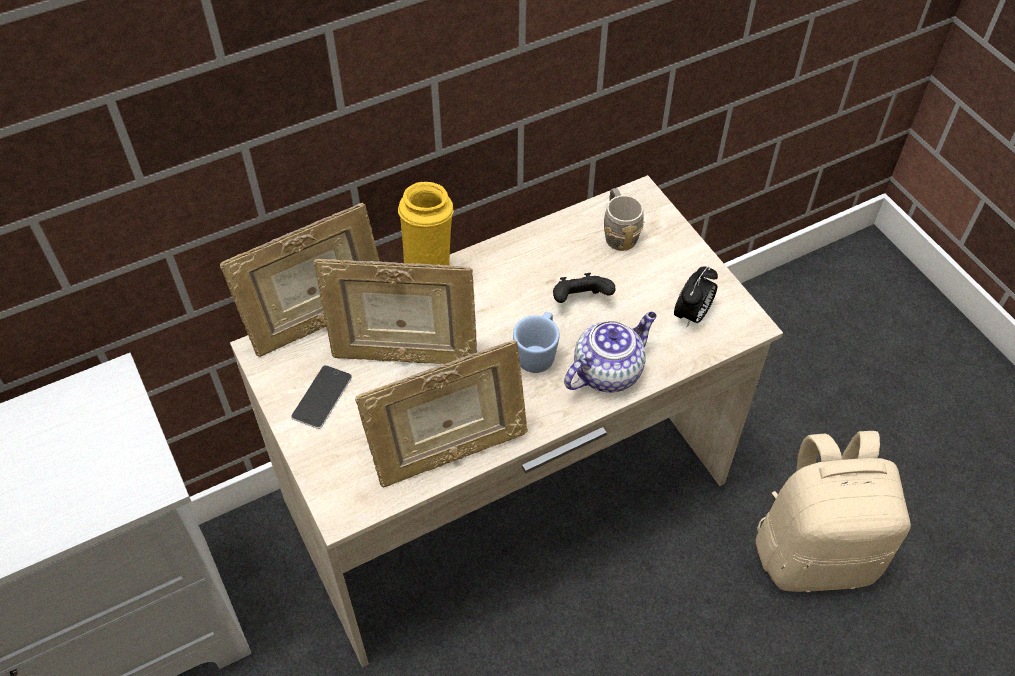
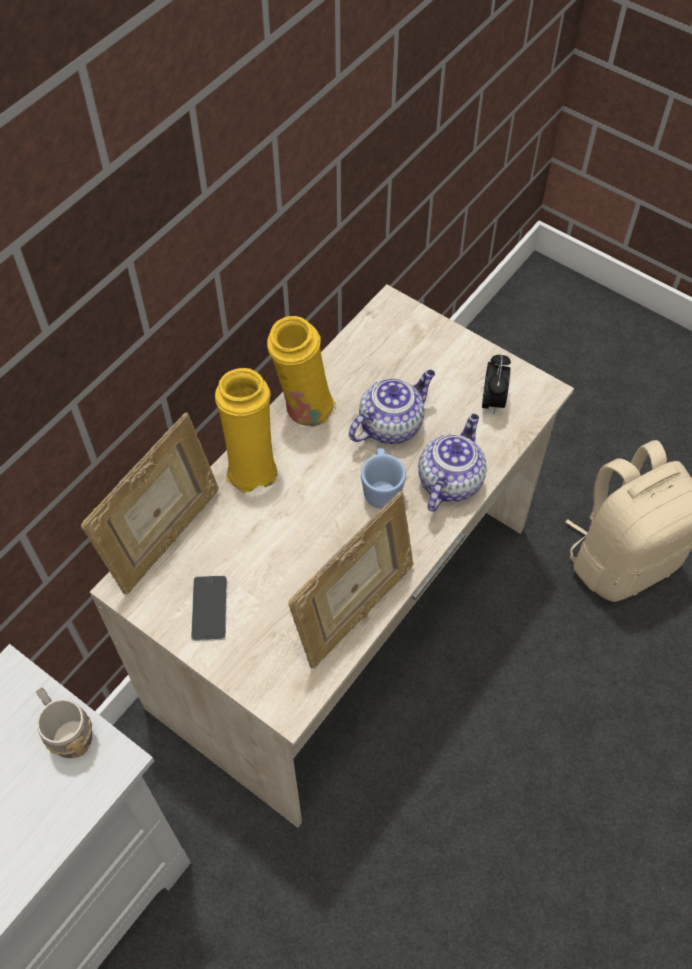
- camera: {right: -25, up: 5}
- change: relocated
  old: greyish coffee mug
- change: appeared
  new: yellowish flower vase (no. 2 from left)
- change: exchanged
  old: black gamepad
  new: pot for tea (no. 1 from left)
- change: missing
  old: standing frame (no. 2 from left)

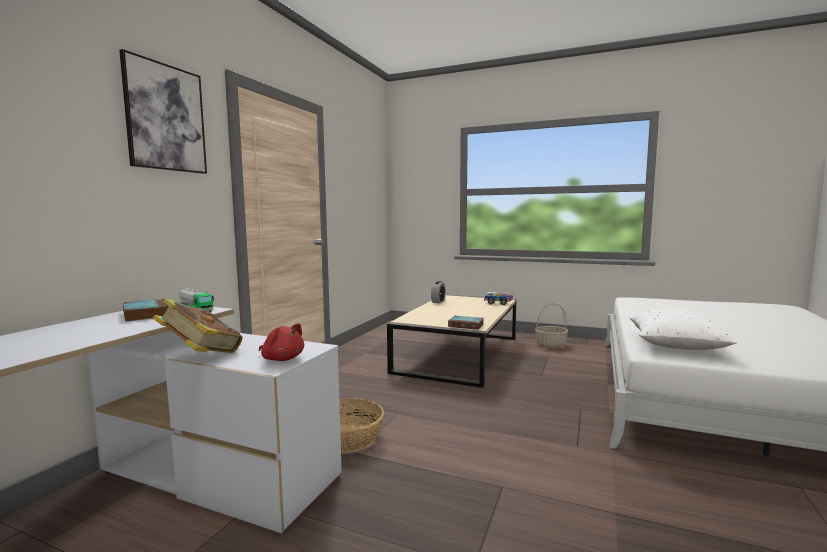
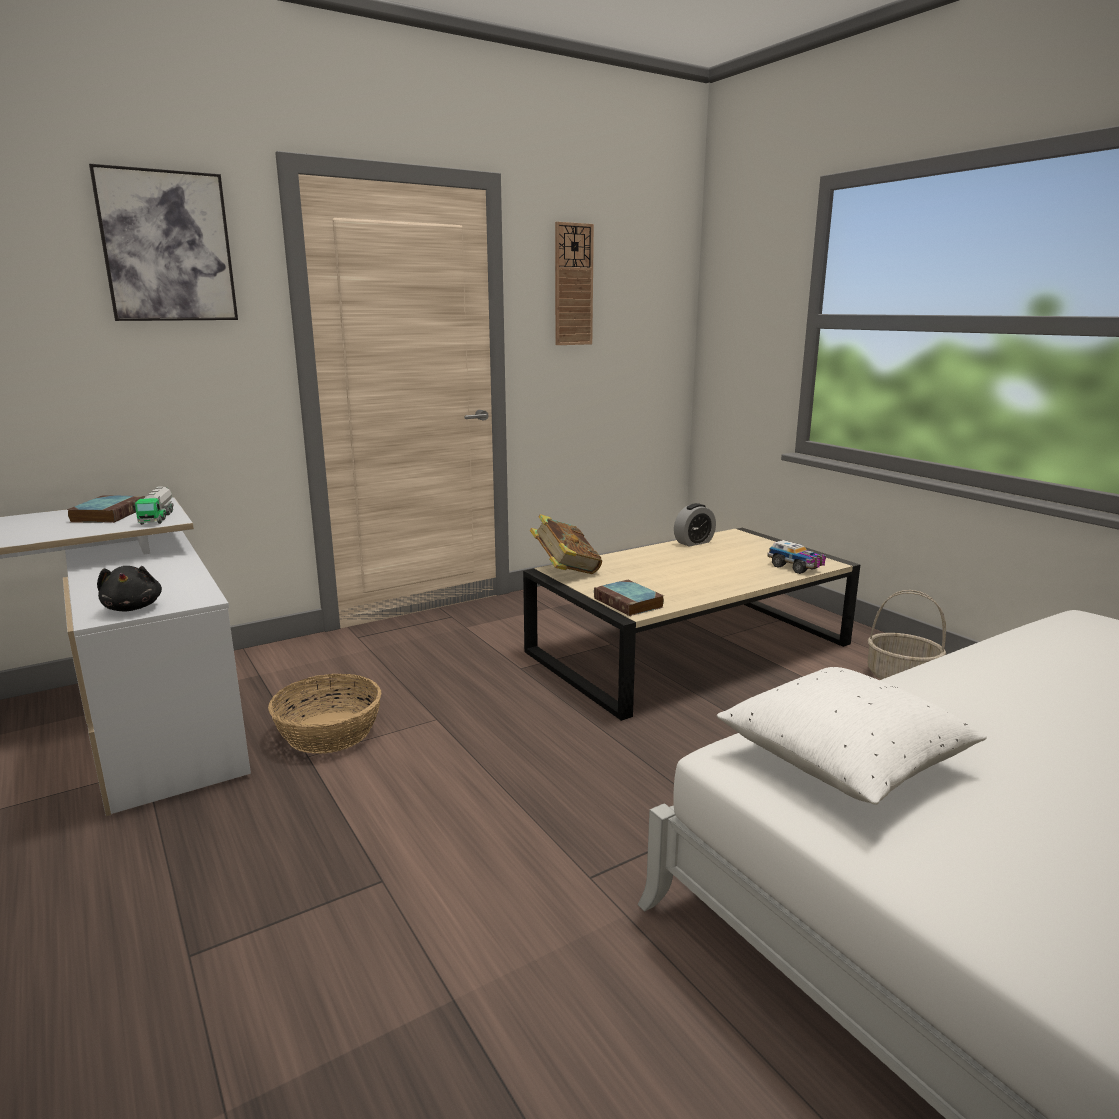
- camera: {right: 35, up: 10}
- change: colour
  old: reddish plush toy
  new: black plush toy
- change: relocated
  old: book (no. 2 from left)
- change: appeared
  new: hanging clock

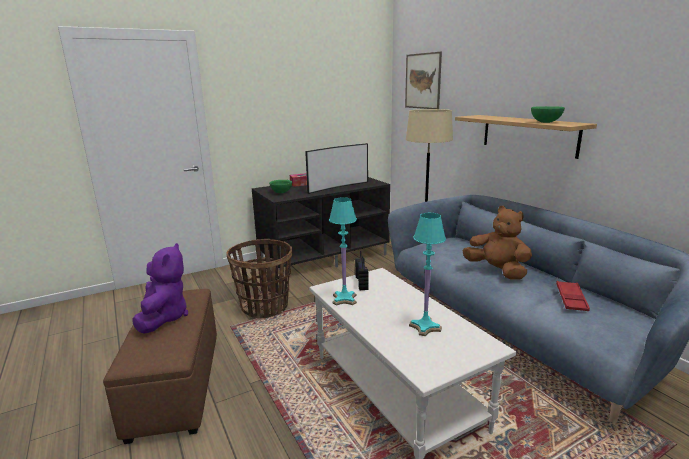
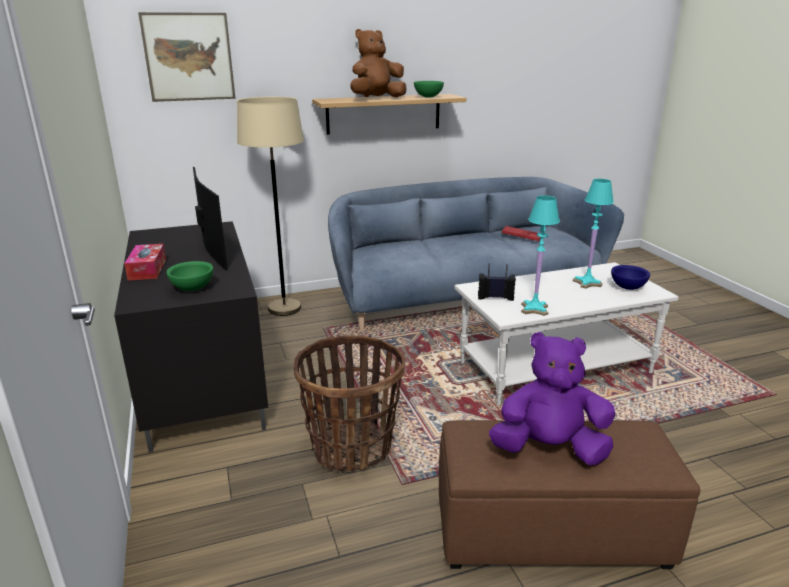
- camera: {right: -80, up: 5}
- change: relocated
  old: brown-coloured plush toy
- change: appeared
  new: bluish deep dish

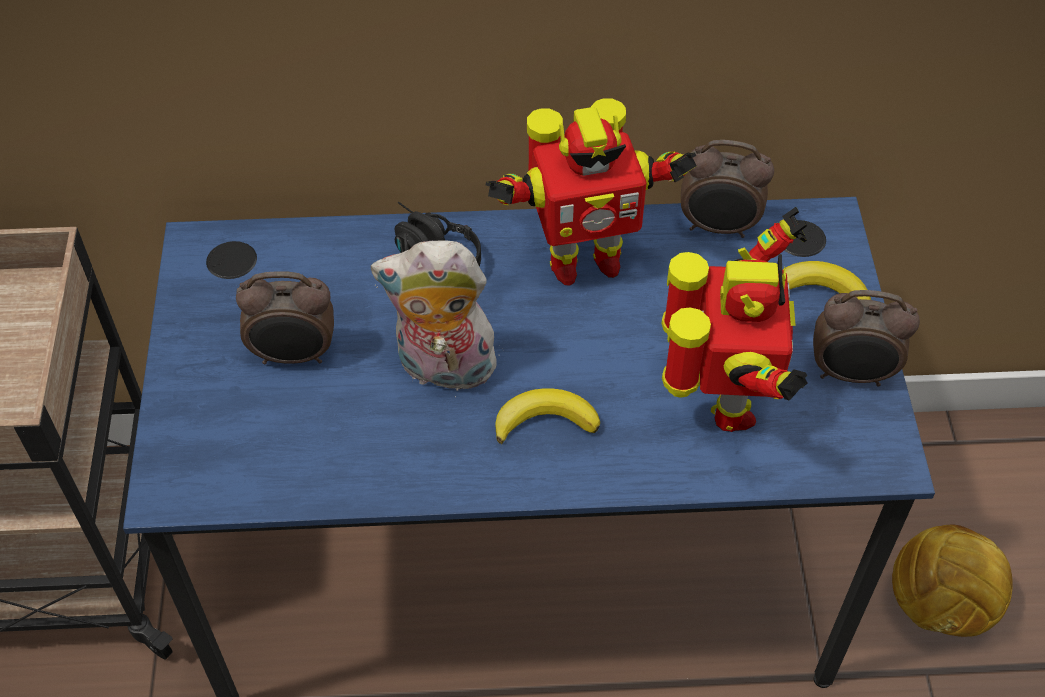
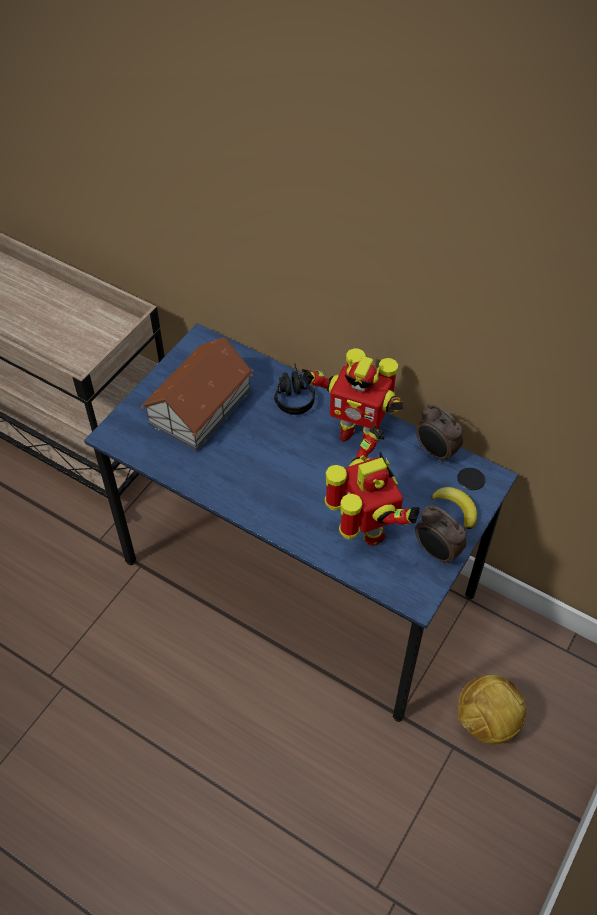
- camera: {right: 35, up: 0}
- change: exchanged
  old: table clock (no. 1 from left)
  new: model house
- change: spun
  old: toy robot (no. 2 from left)
  degrees: -60
- change: missing
  old: plush toy
- change: missing
  old: banana fruit (no. 1 from left)

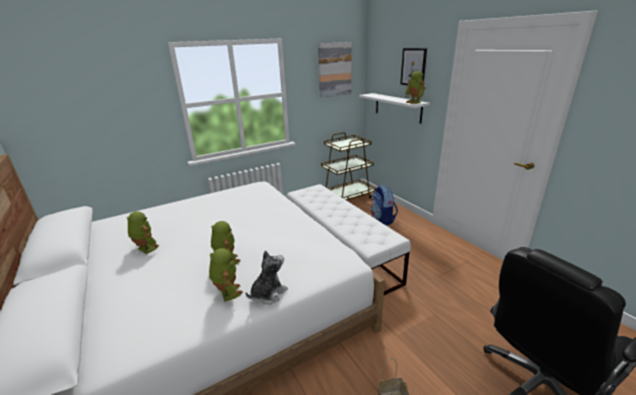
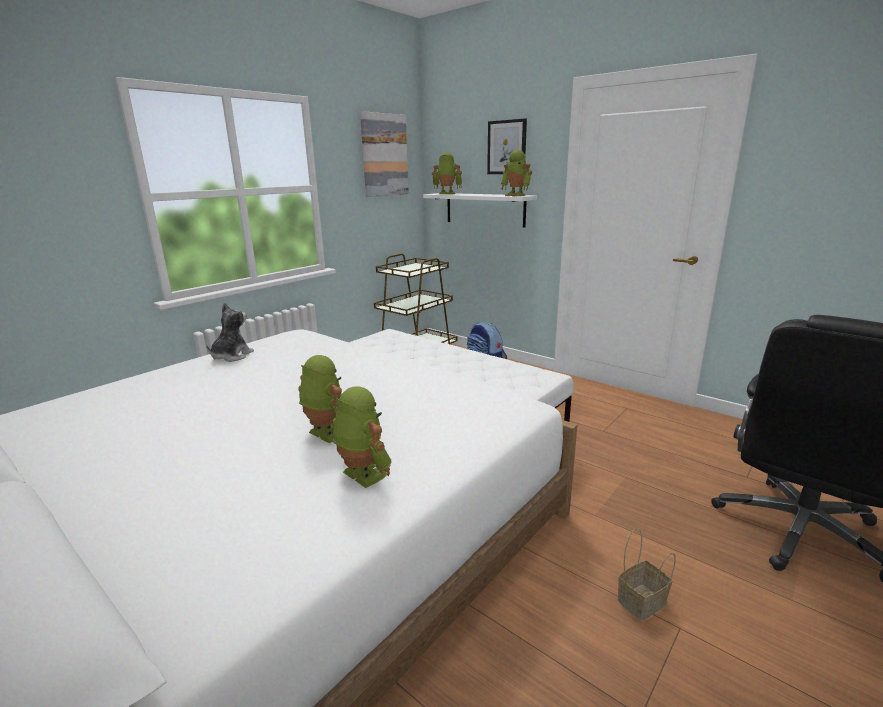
- camera: {right: -20, up: -5}
- change: relocated
  old: plush toy
- change: relocated
  old: toy robot (no. 1 from left in the first image)
  new: toy robot (no. 3 from left)

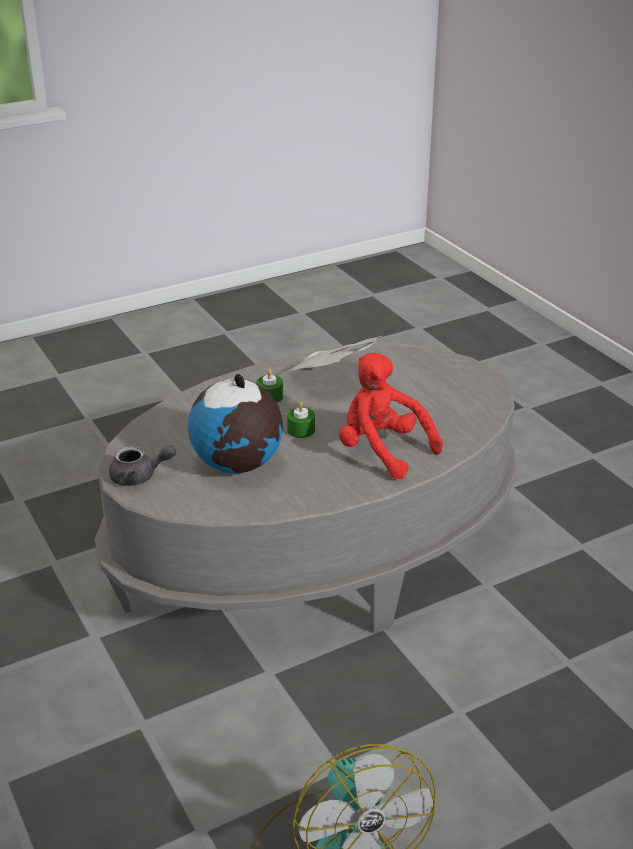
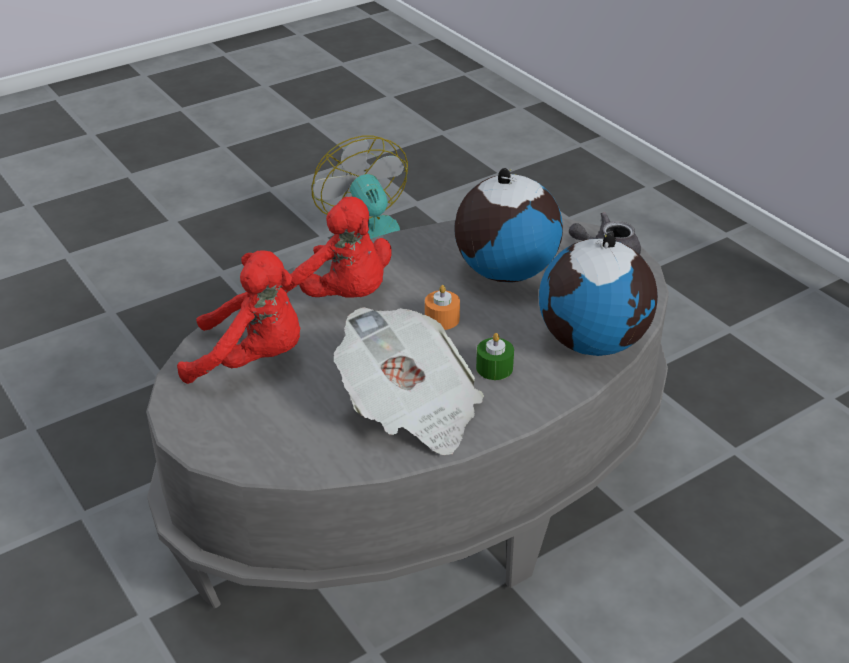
- camera: {right: 175, up: 5}
- change: appeared
  new: reddish plush toy (no. 1 from left)
- change: colour
  old: greenish wax light (no. 2 from left)
  new: orange-coloured wax light
- change: appeared
  new: globe (no. 2 from left)

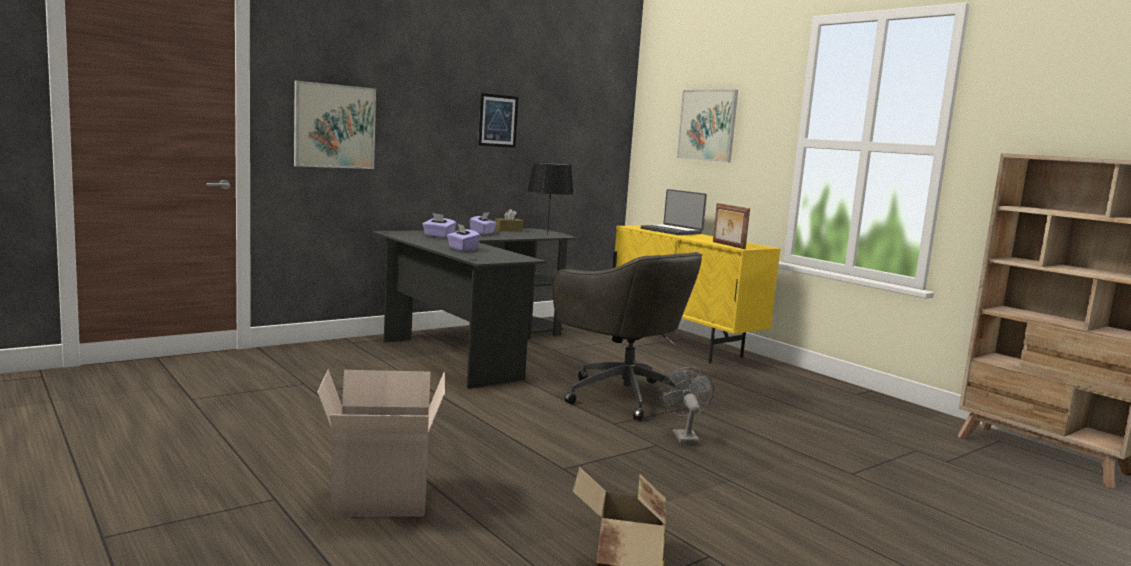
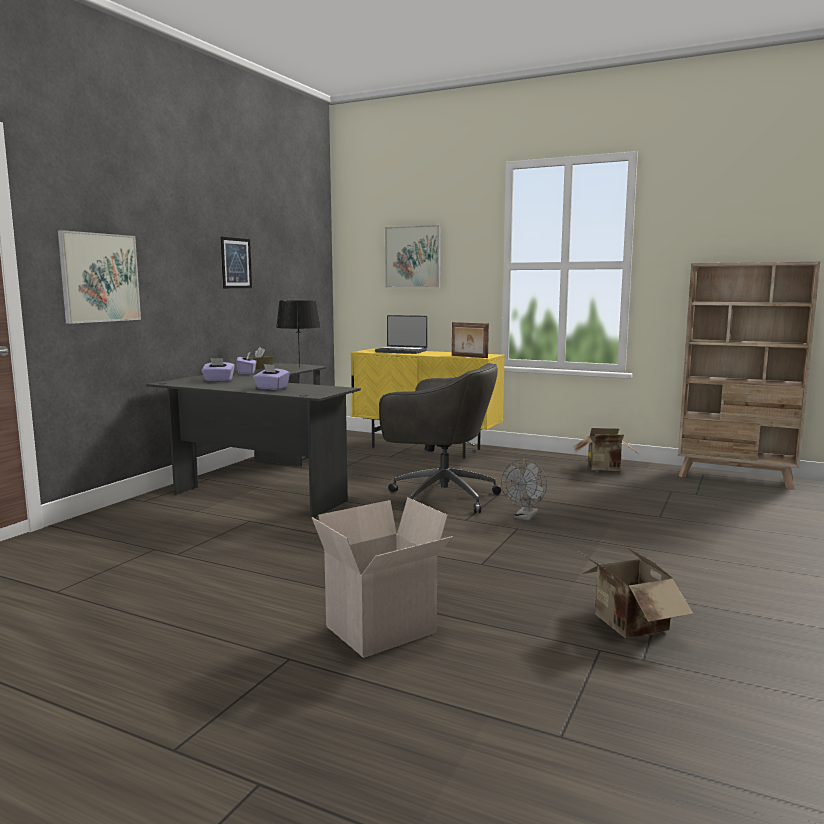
- camera: {right: -25, up: 0}
- change: spun
  old: greyish fan
  degrees: -120
- change: appeared
  new: packing box (no. 2 from left)

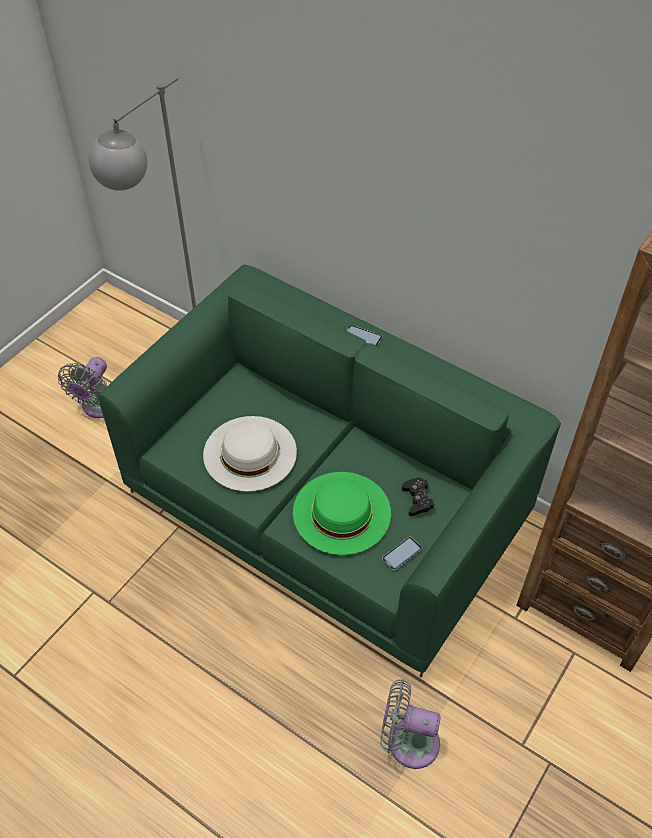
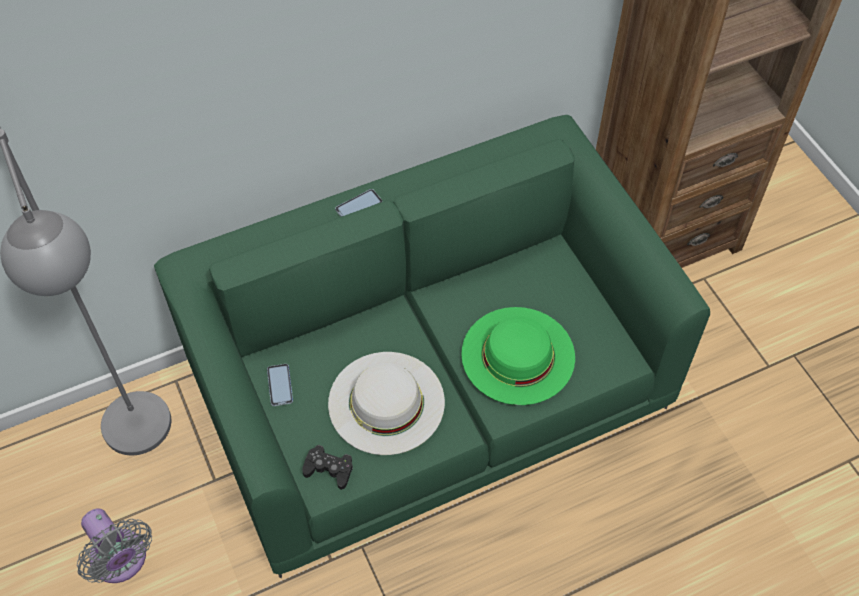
- camera: {right: -60, up: 5}
- change: relocated
  old: handset (no. 2 from left in the first image)
  new: handset (no. 1 from left)
- change: relocated
  old: black gamepad
- change: missing
  old: greyish fan (no. 2 from left)

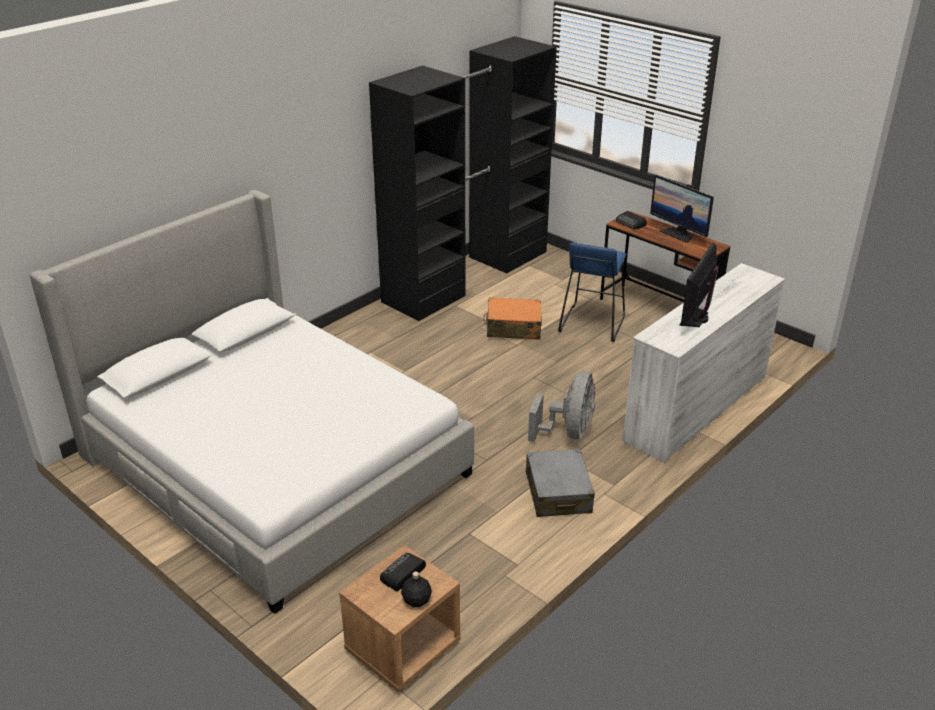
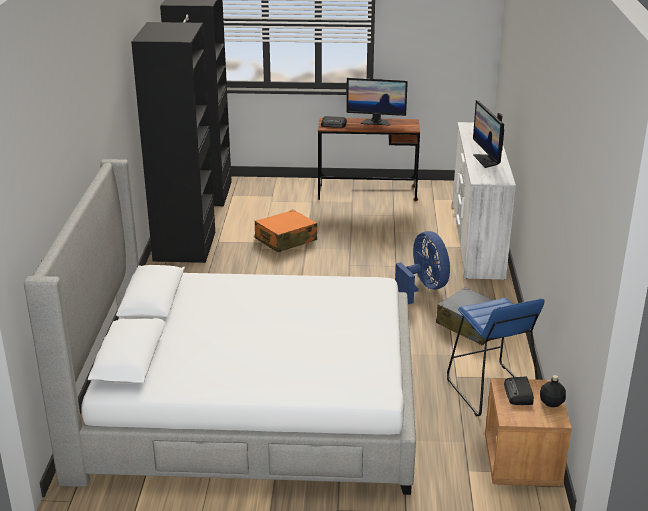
- camera: {right: -40, up: -5}
- change: colour
  old: greyish fan
  new: bluish fan
- change: relocated
  old: bluish sitting stool

